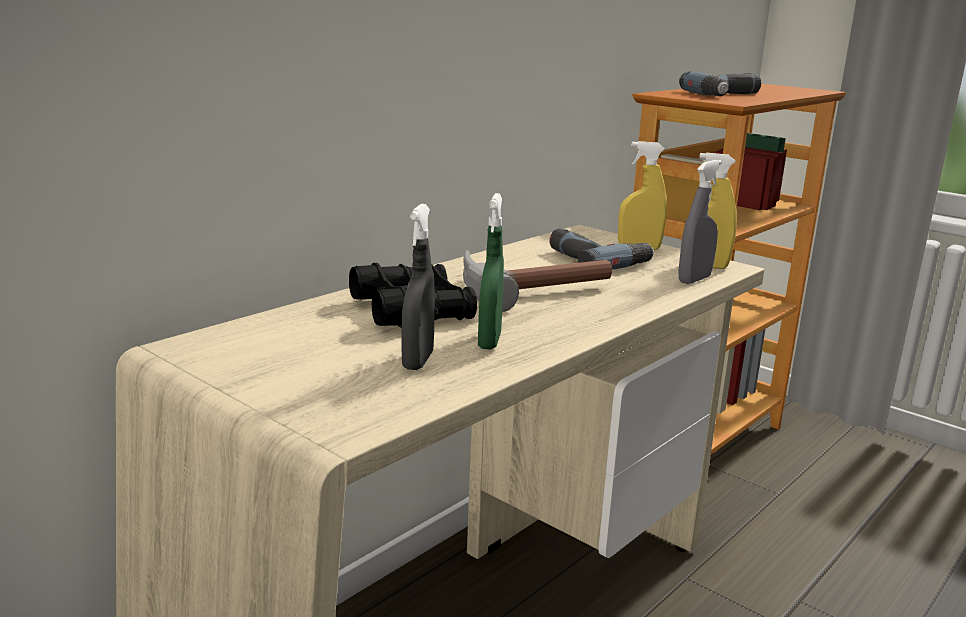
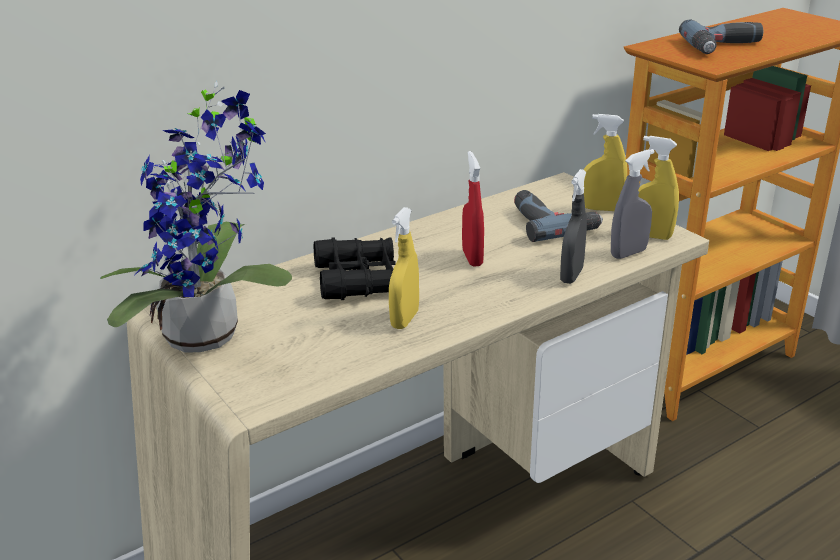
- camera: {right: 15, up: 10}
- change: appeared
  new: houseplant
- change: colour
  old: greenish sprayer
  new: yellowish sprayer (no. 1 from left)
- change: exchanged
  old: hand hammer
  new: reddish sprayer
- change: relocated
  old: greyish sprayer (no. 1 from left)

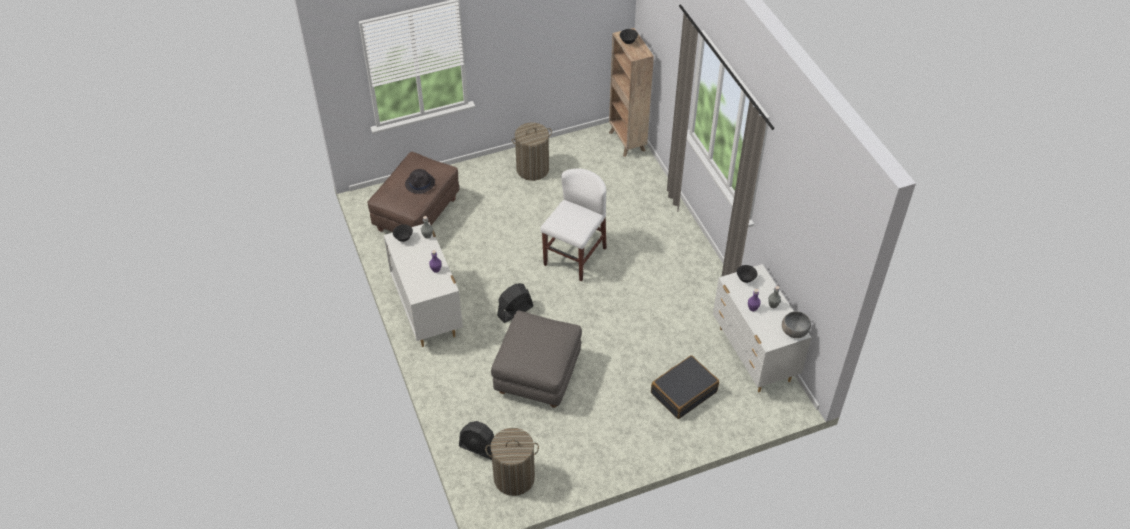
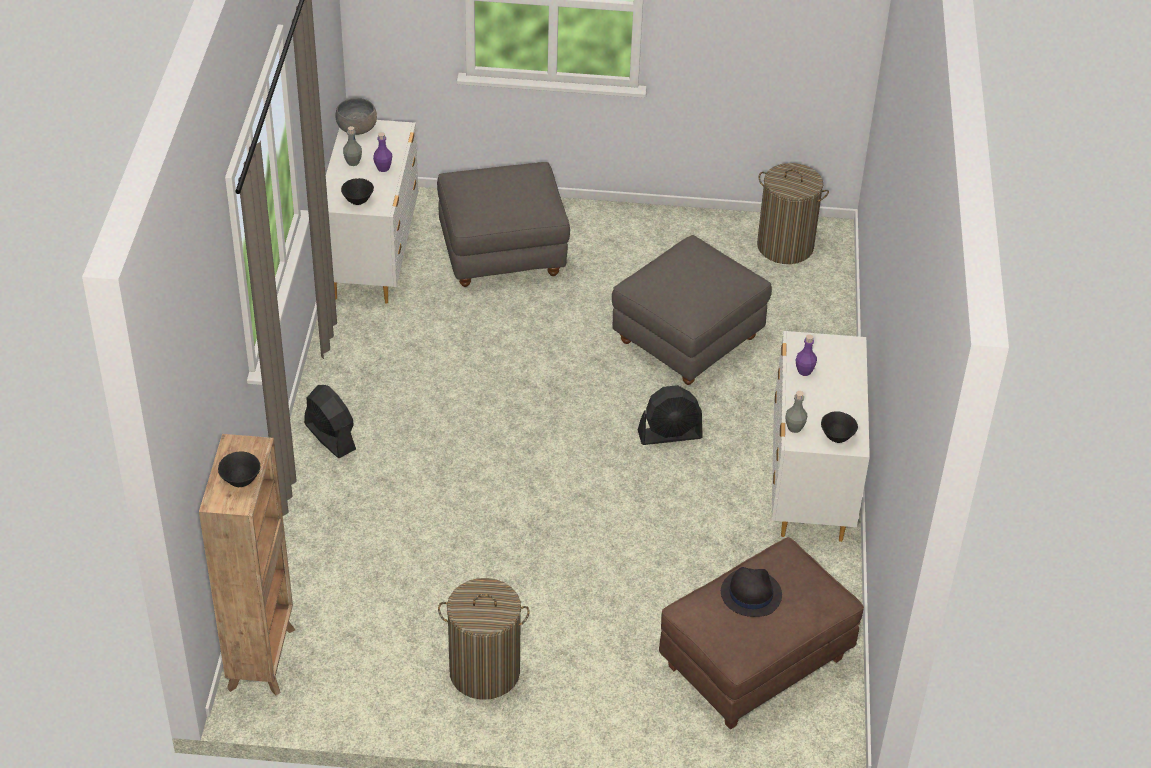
- camera: {right: -155, up: -5}
- change: relocated
  old: black fan (no. 1 from left)
- change: exchanged
  old: black suitcase
  new: greyish footrest (no. 1 from left)
- change: missing
  old: white chair

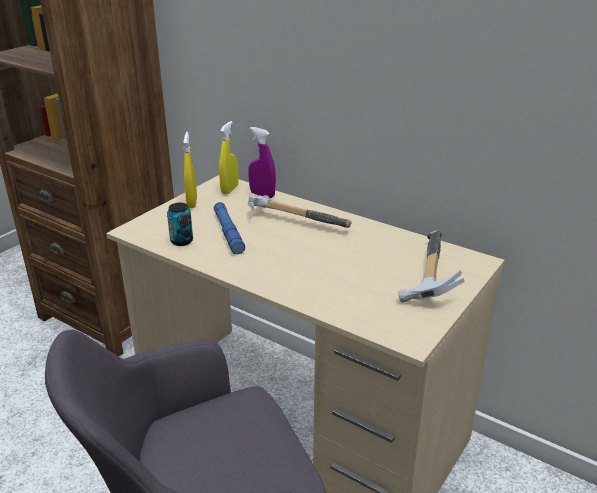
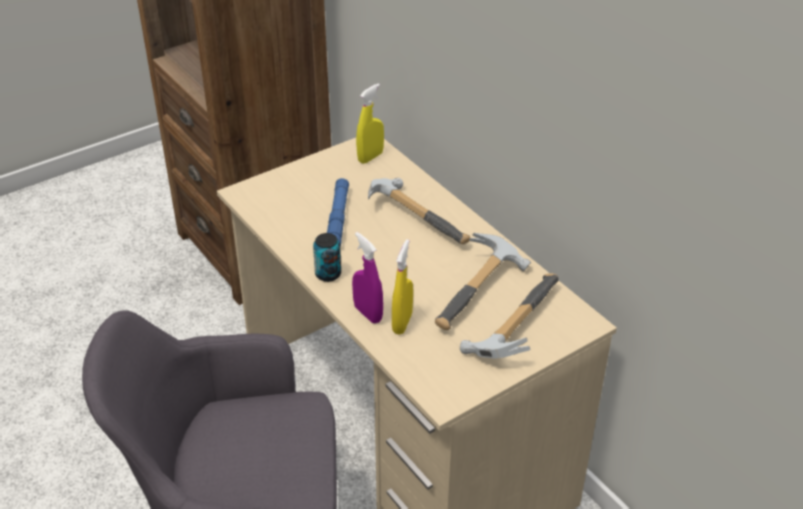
- camera: {right: 20, up: 10}
- change: relocated
  old: sealed can
- change: relocated
  old: purple-coloured sprayer
- change: relocated
  old: yellowish sprayer (no. 1 from left in the first image)
  new: yellowish sprayer (no. 2 from left)
- change: appeared
  new: hand hammer (no. 2 from left)

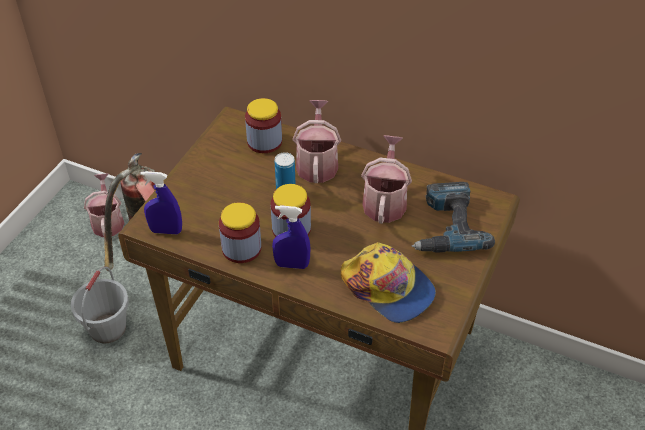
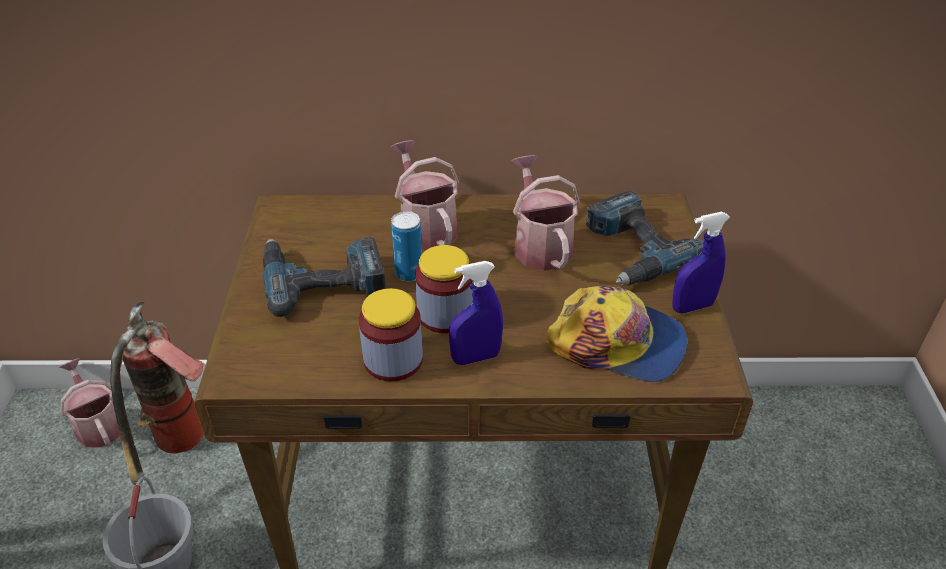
- camera: {right: -25, up: -5}
- change: appeared
  new: drill (no. 1 from left)
- change: relocated
  old: bluish sprayer (no. 1 from left in the first image)
  new: bluish sprayer (no. 2 from left)
- change: missing
  old: jar (no. 2 from left)

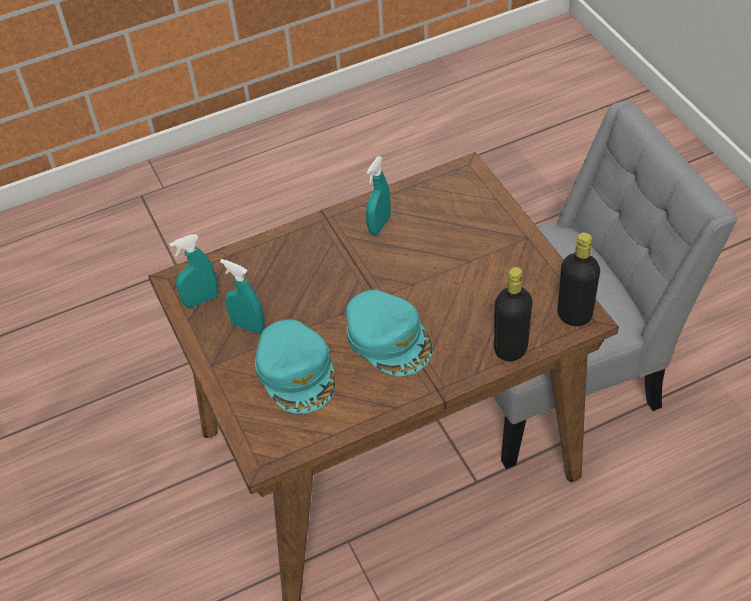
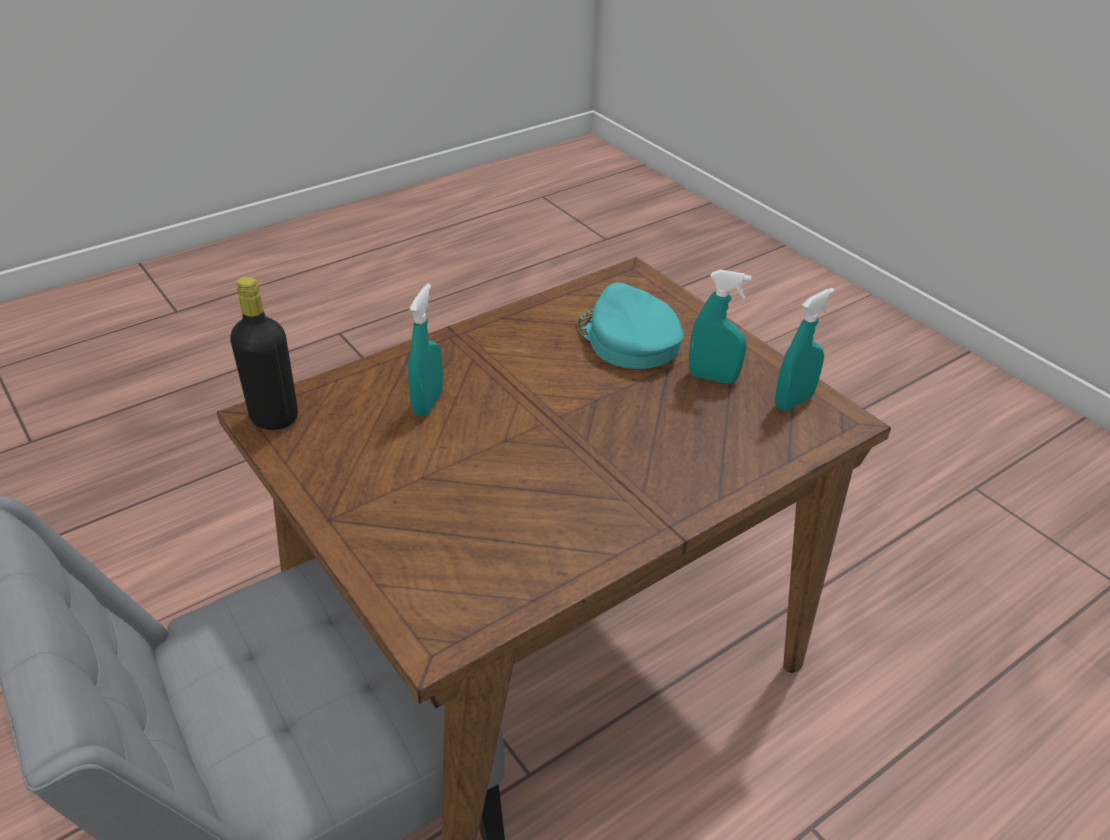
- camera: {right: 165, up: -10}
- change: relocated
  old: blue-green sprayer (no. 3 from left in the first image)
  new: blue-green sprayer (no. 1 from left)
- change: missing
  old: blue-green cap (no. 2 from left)
- change: missing
  old: black drink bottle (no. 1 from left)

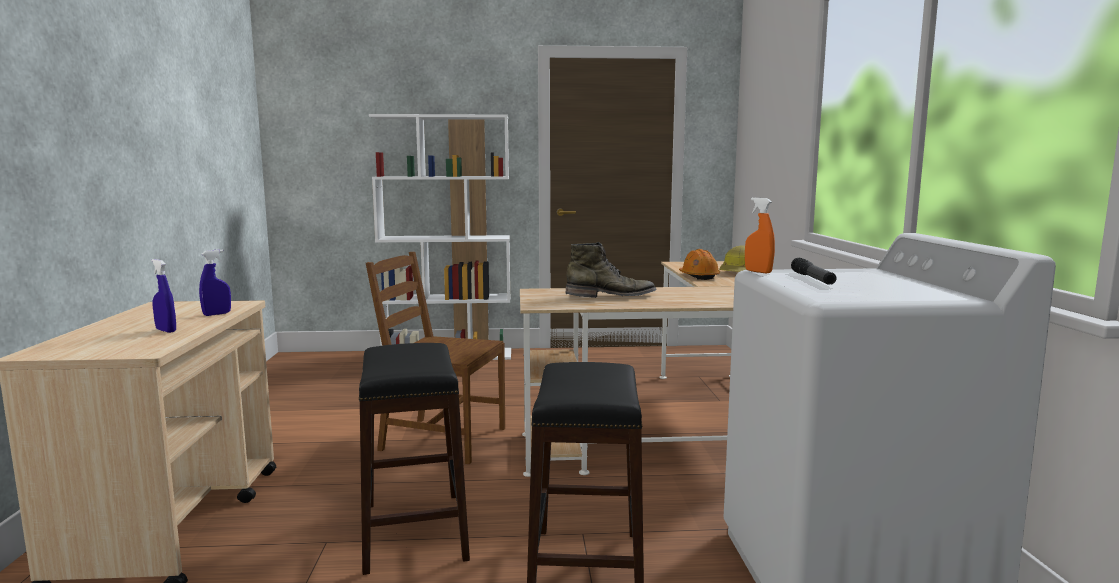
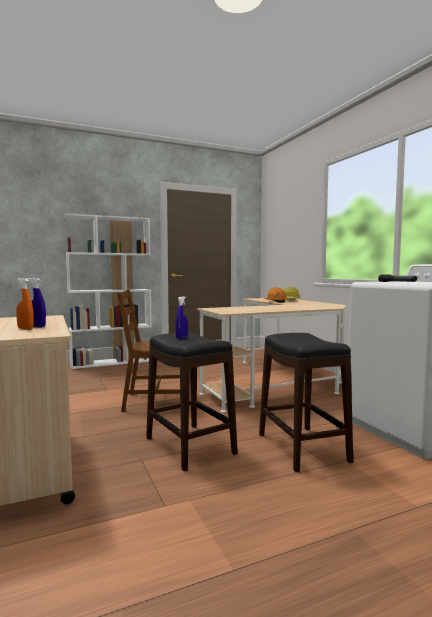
- camera: {right: -20, up: -5}
- change: relocated
  old: orange-coloured sprayer
- change: relocated
  old: bluish sprayer (no. 2 from left)
- change: missing
  old: greenish tall boot

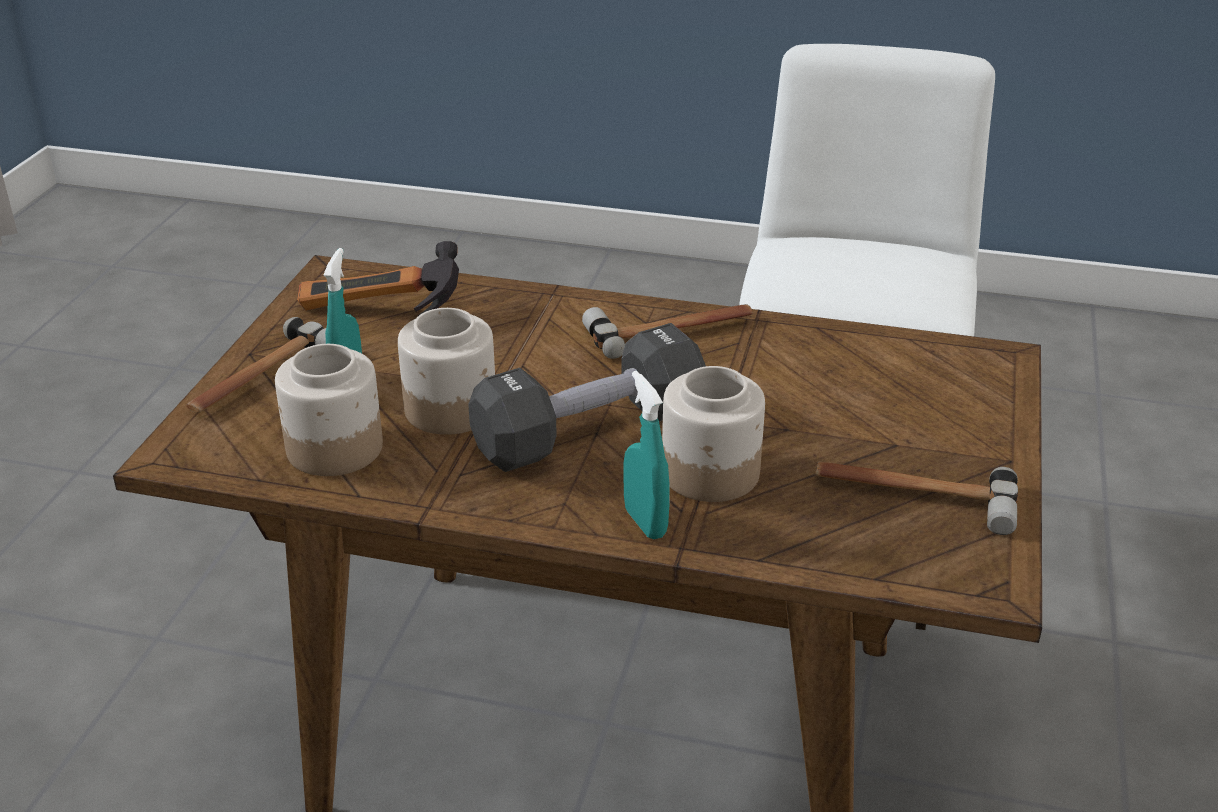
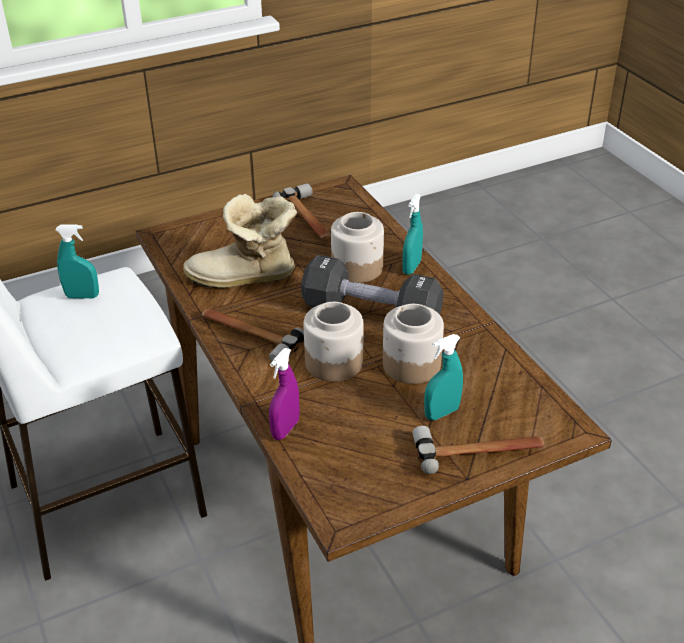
- camera: {right: -130, up: 5}
- change: appeared
  new: blue-green sprayer (no. 1 from left)
- change: appeared
  new: tall boot
- change: appeared
  new: purple-coloured sprayer
- change: relocated
  old: jar (no. 1 from left)
- change: missing
  old: hand hammer (no. 2 from left)

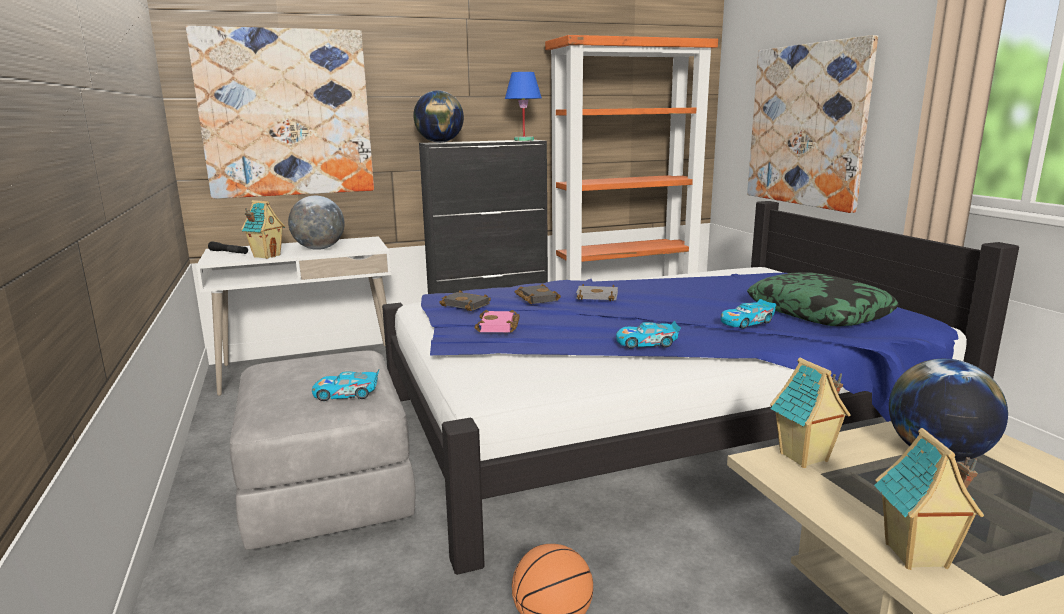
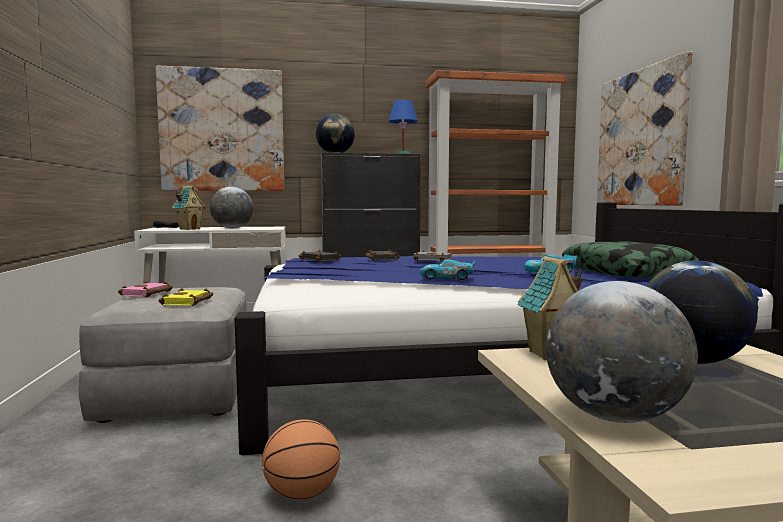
- camera: {right: 10, up: -10}
- change: relocated
  old: pinkish book
- change: exchanged
  old: model car (no. 1 from left)
  new: yellowish book
- change: exchanged
  old: model house (no. 3 from left)
  new: globe (no. 3 from left)

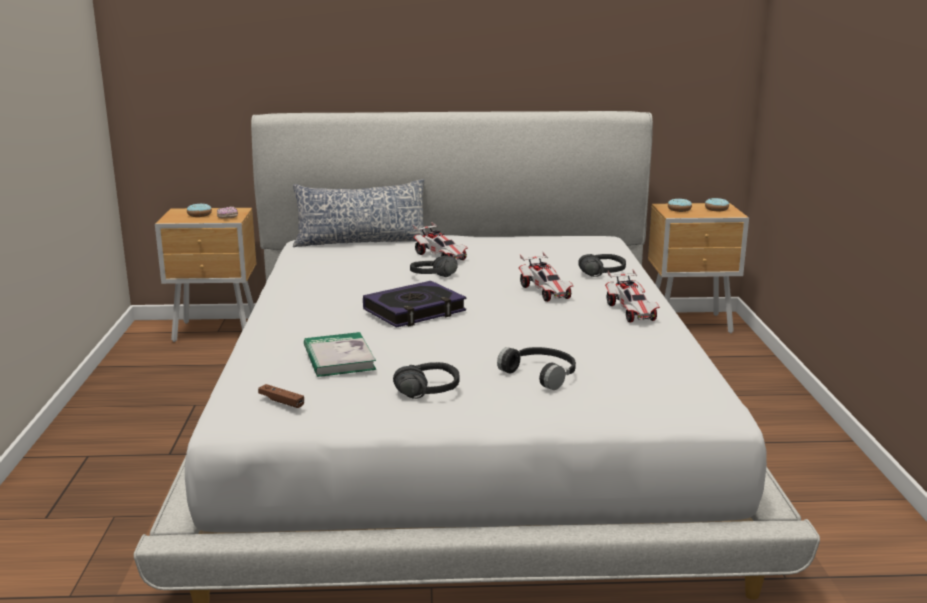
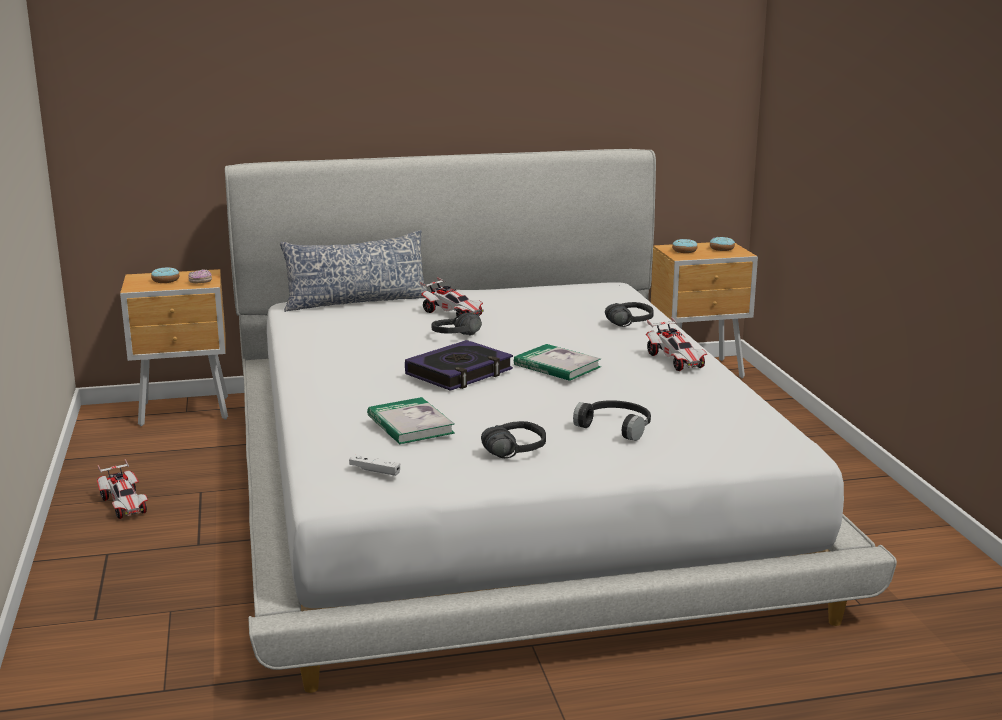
- camera: {right: -10, up: 0}
- change: relocated
  old: model car (no. 2 from left in the first image)
  new: model car (no. 1 from left)
- change: colour
  old: brown-coloured gamepad
  new: white gamepad
- change: appeared
  new: book (no. 3 from left)

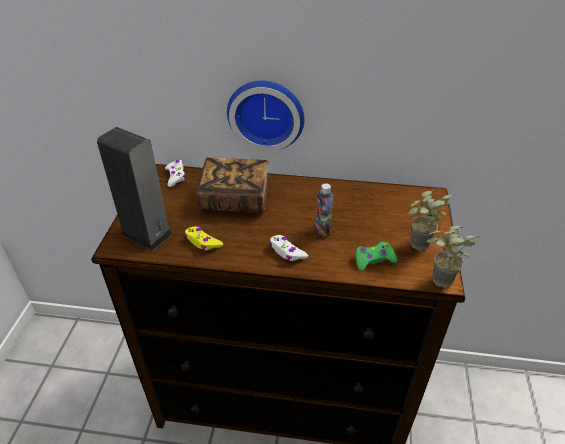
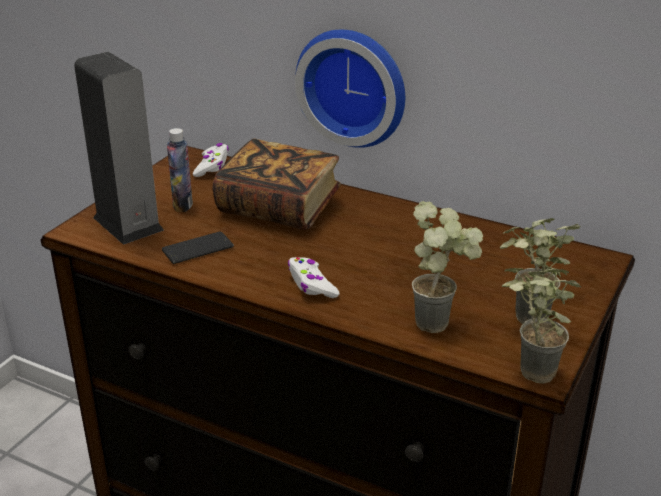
- camera: {right: 20, up: -10}
- change: exchanged
  old: yellowish gamepad
  new: handset
- change: relocated
  old: drink bottle
- change: exchanged
  old: greenish gamepad
  new: houseplant (no. 1 from left)

